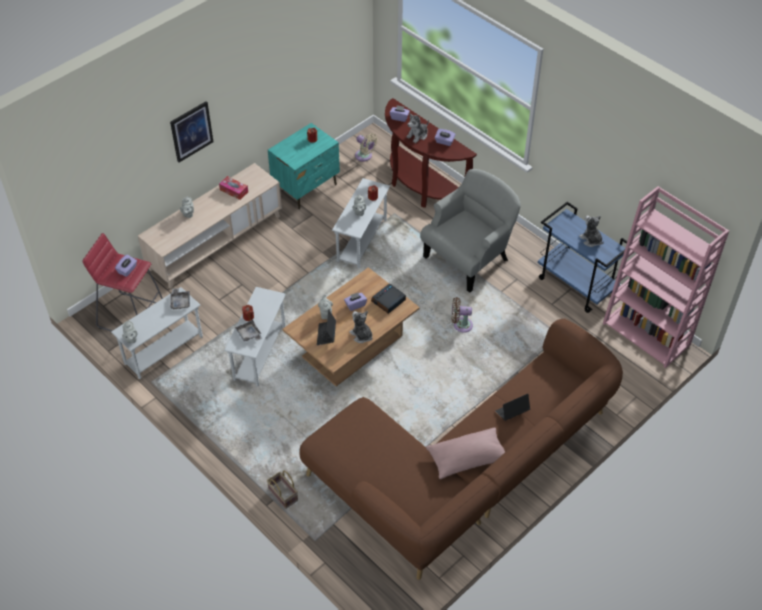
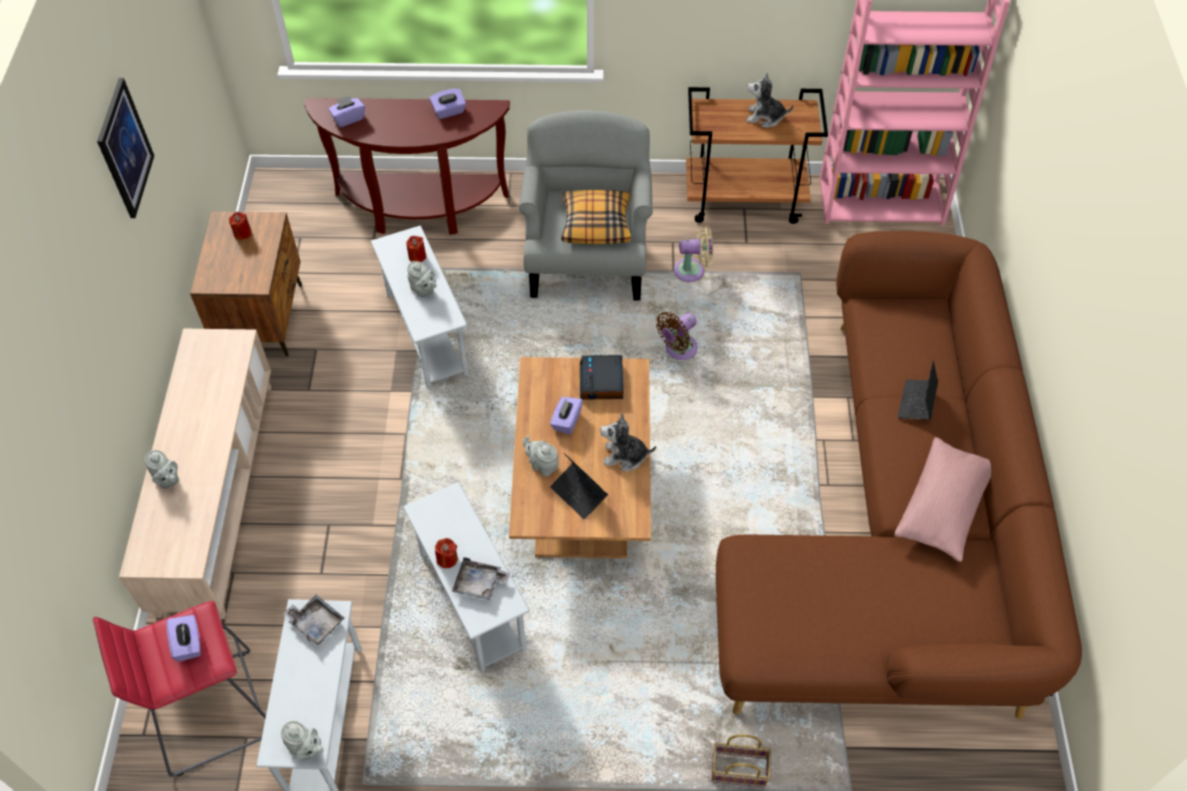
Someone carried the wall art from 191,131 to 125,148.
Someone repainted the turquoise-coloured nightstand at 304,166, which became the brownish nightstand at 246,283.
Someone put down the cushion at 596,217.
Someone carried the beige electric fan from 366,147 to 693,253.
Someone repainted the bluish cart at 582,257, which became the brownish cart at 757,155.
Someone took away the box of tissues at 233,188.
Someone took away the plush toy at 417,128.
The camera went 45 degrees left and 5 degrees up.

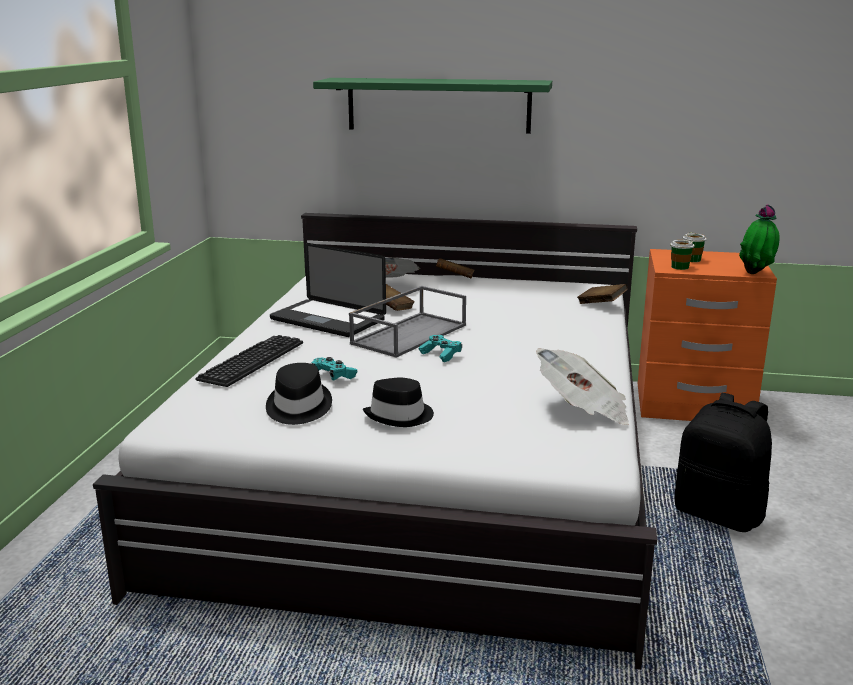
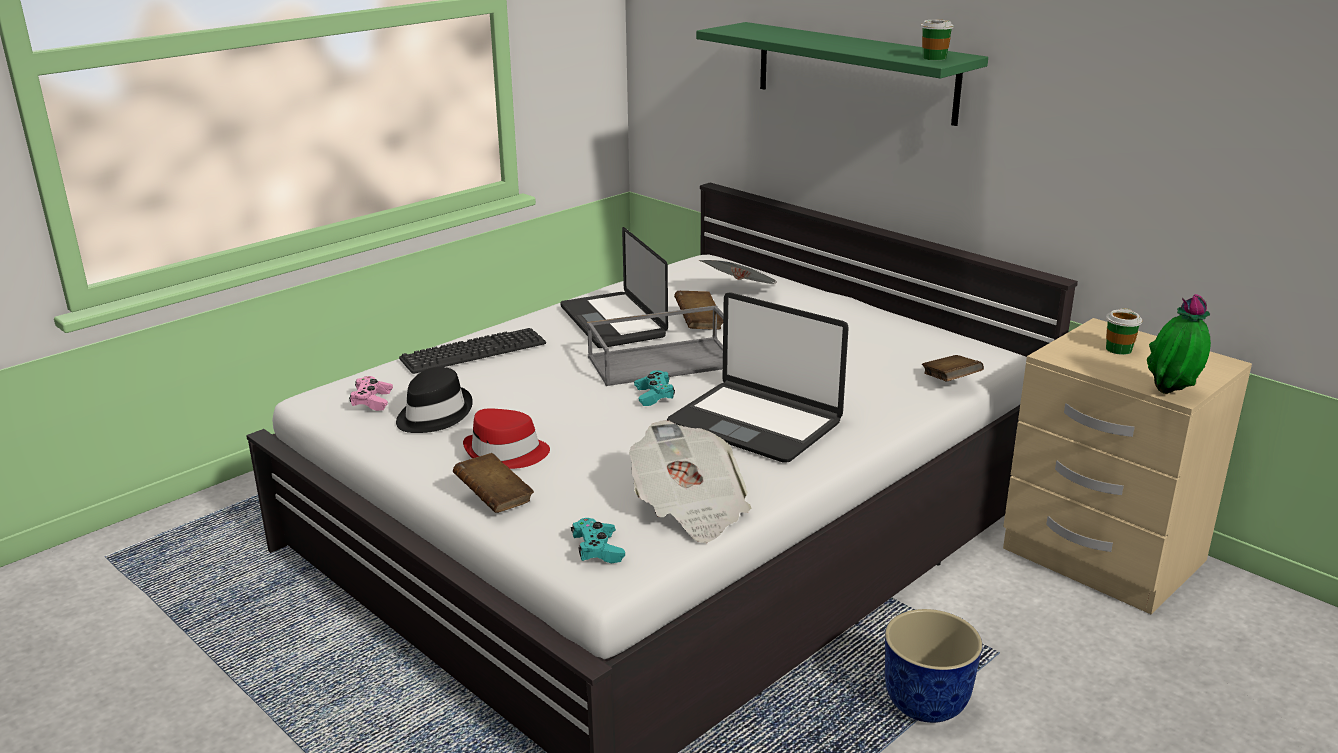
Someone put down the pink-coloured joypad at 371,393.
Someone carried the brownish volume from 455,268 to 493,483.
Someone repainted the black-coloured hat at 398,402, which became the red hat at 506,439.
Someone carried the turquoise-coloured joypad from 334,369 to 598,541.
Someone put down the laptop at 758,377.
Someone swapped the black-coloured rucksack at 723,462 for the plant pot at 933,666.
Someone carried the small cup from 682,255 to 937,40.
Someone repainted the orangey nightstand at 707,335, which became the beige nightstand at 1127,466.
The camera went 35 degrees right and 5 degrees up.

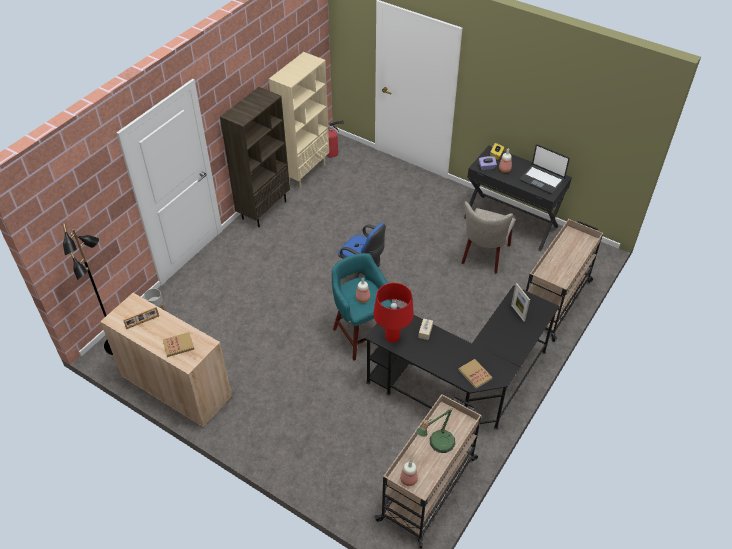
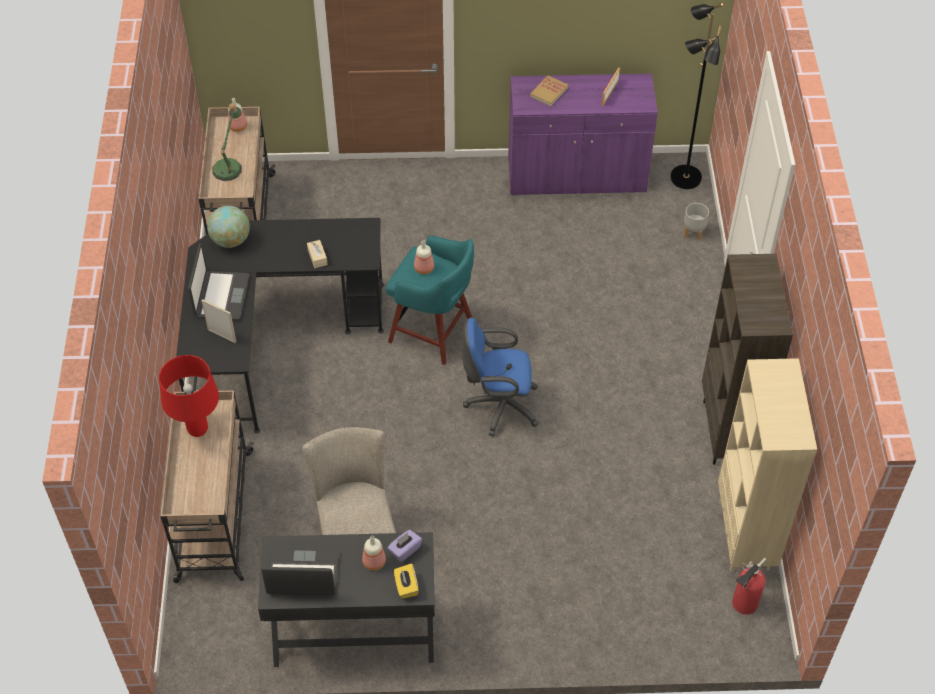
Someone carried the red lamp for a table from 394,313 to 189,396.
Someone put down the laptop at 218,282.
Someone swapped the volume at 475,374 for the globe at 228,227.
Someone repainted the beige cupboard at 166,360, which became the purplish cupboard at 583,134.
The camera went 145 degrees right and 5 degrees up.

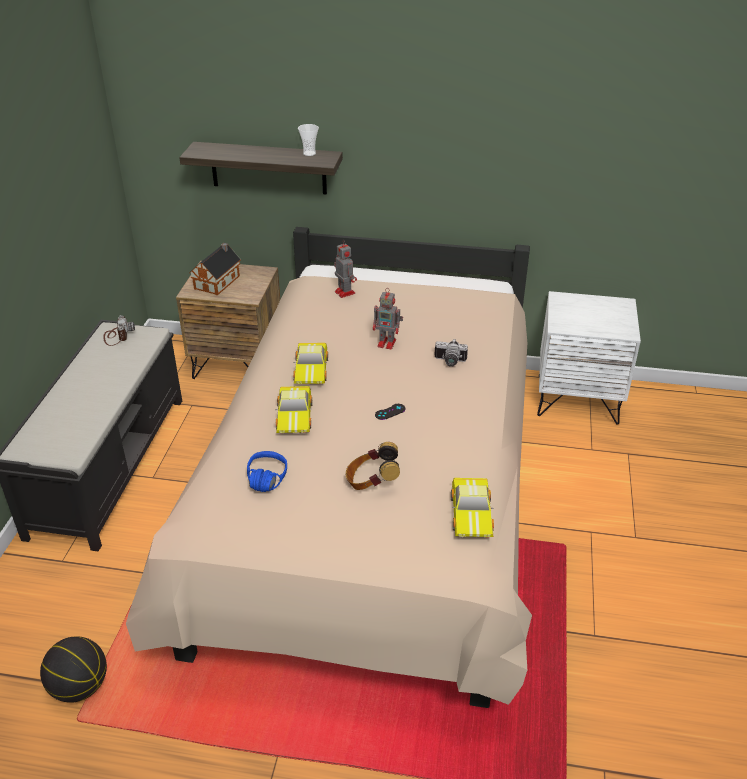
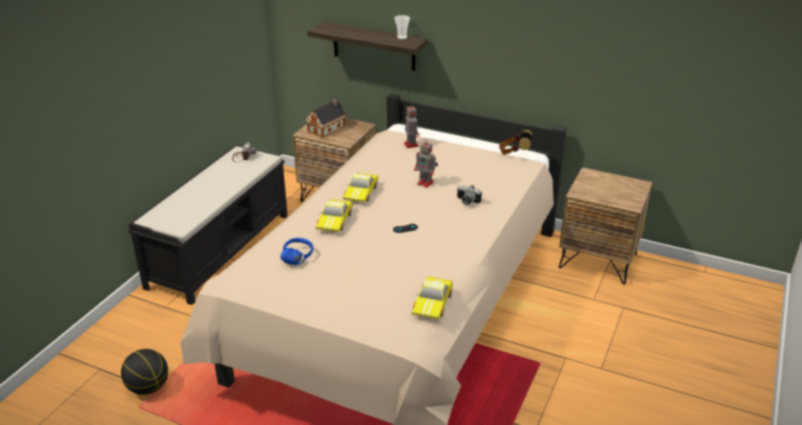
Someone carried the pair of headphones from 373,466 to 515,142.
Someone repainted the white nightstand at 589,357, which became the brownish nightstand at 606,226.
The camera went 15 degrees right and 5 degrees down.

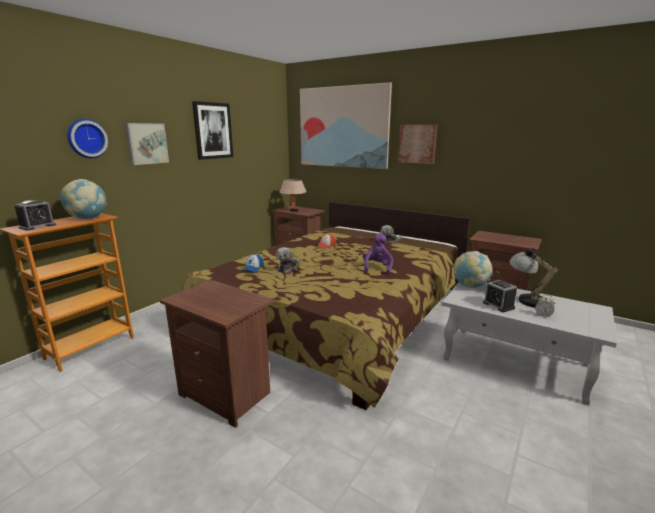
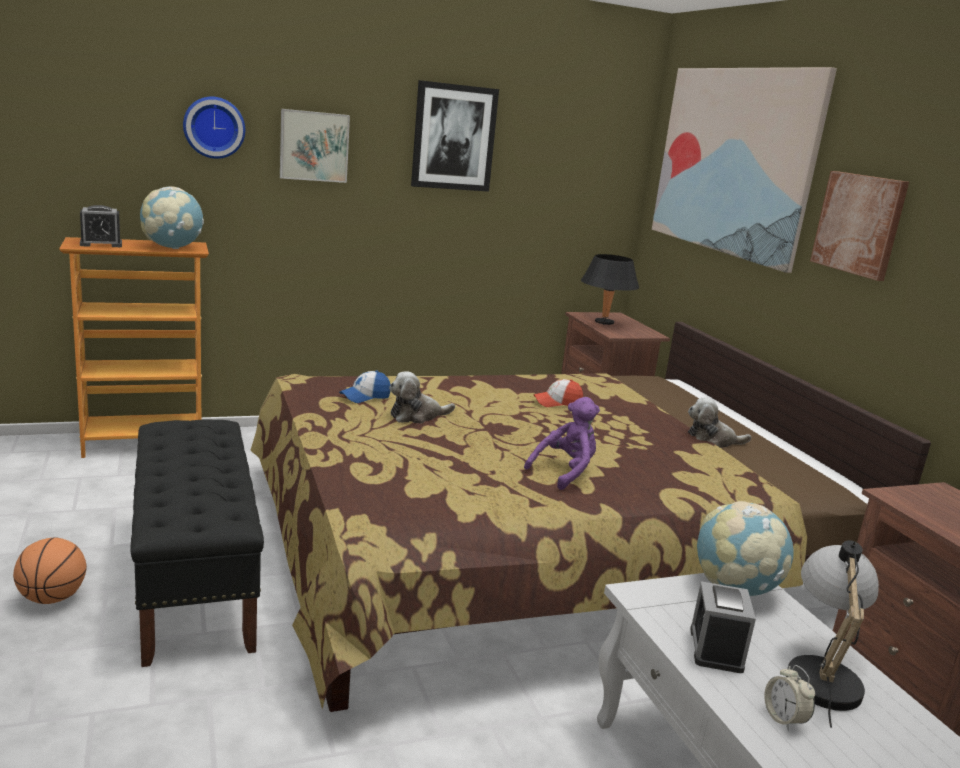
Someone put down the ball for basketball at 50,570.
Someone swapped the brownish nightstand at 217,354 for the black-coloured bench at 197,543.
Someone repainted the beige lamp for a table at 293,195, which became the black-coloured lamp for a table at 610,289.
The camera went 35 degrees right and 0 degrees up.

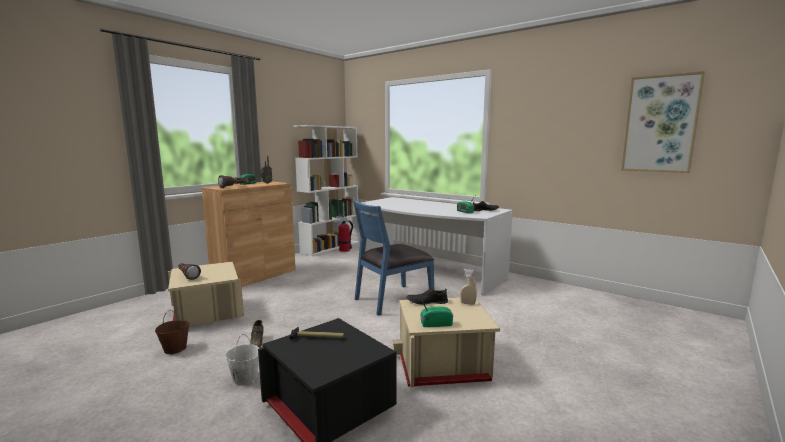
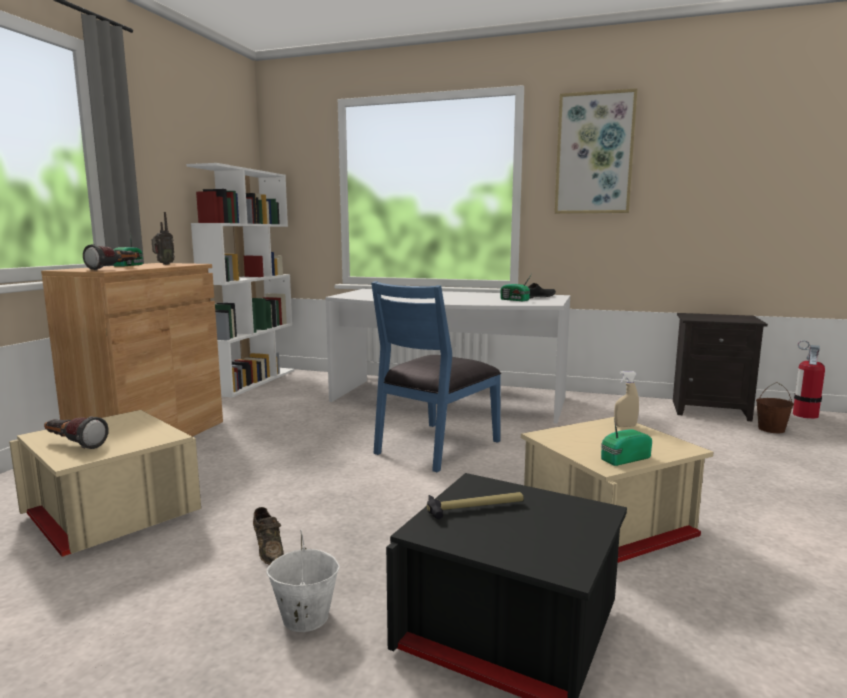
Someone carried the wall art from 663,122 to 596,151.
Someone put down the black-coloured nightstand at 720,367.
Someone carried the brownish pail from 172,332 to 775,407.
Someone carried the fire-fighting cylinder from 344,233 to 809,379.
Someone took away the black-coloured shoe at 427,296.
The camera went 20 degrees left and 0 degrees up.

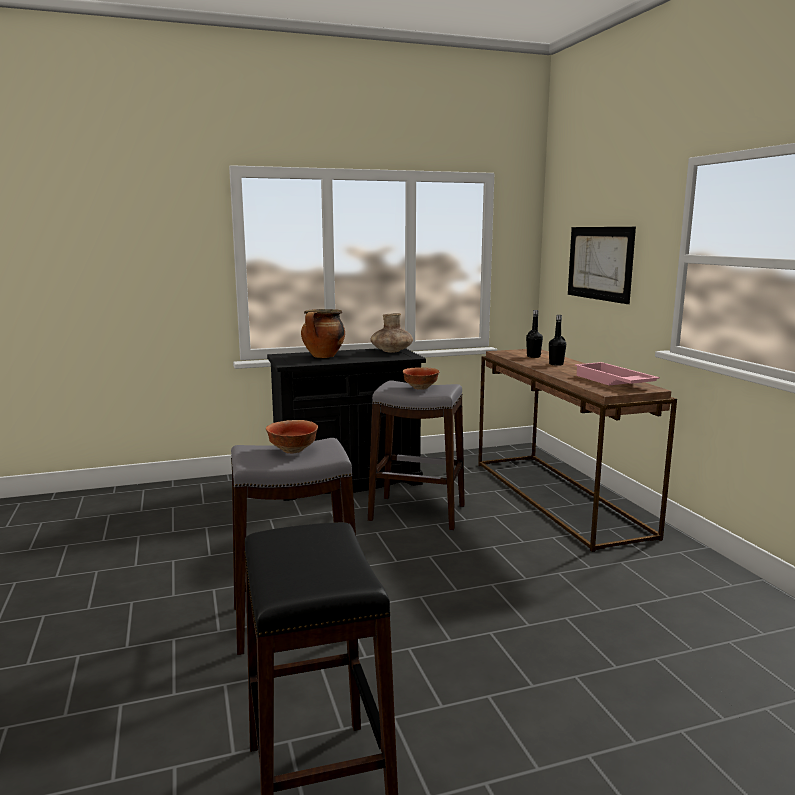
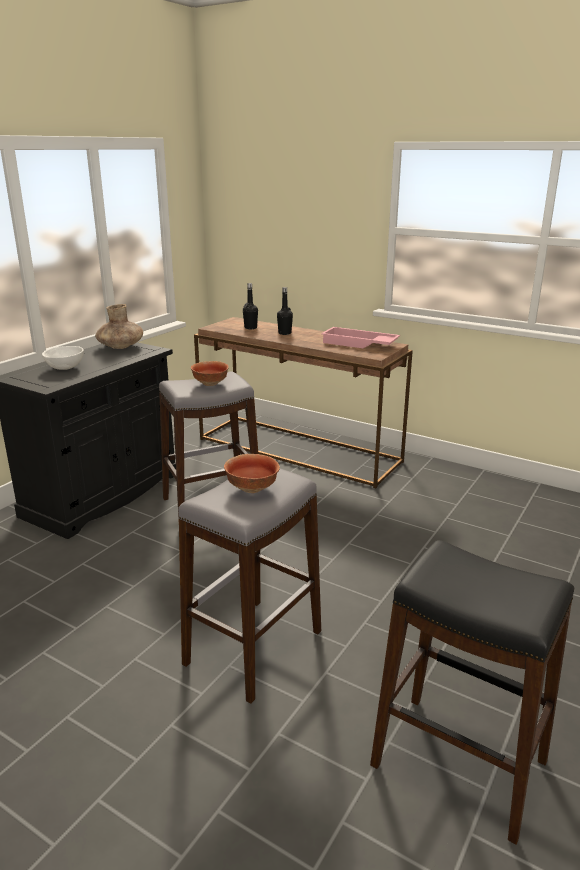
Someone swapped the stockpot at 323,333 for the white serving bowl at 63,358.
Someone took away the wall art at 602,265.
The camera went 40 degrees left and 10 degrees up.

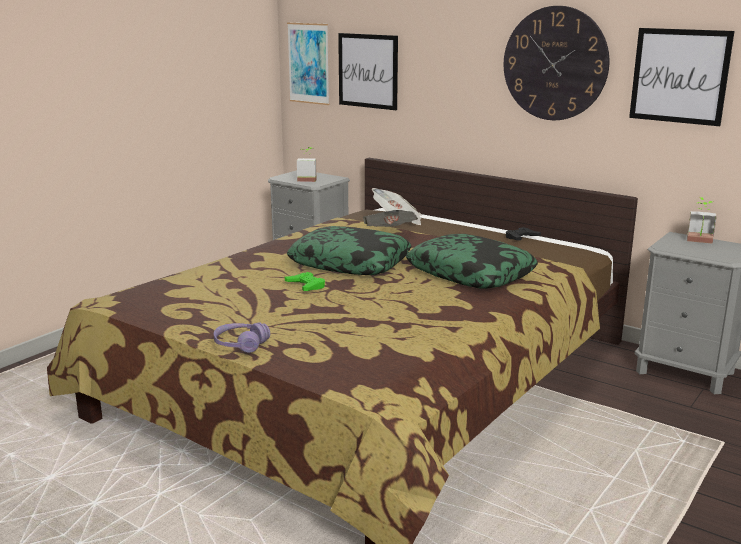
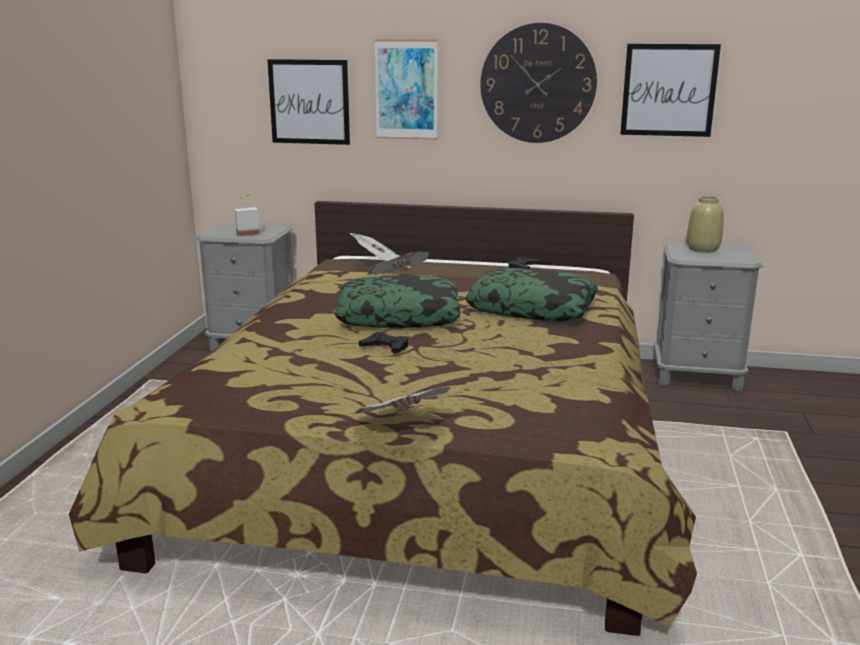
Someone swapped the purplish pair of headphones at 242,337 for the daily paper at 403,400.
Someone repainted the green-coloured joypad at 305,281, which became the black-coloured joypad at 383,342.
Someone carried the wall art from 308,63 to 405,89.
Someone swapped the plant in a pot at 702,220 for the beige flower vase at 705,224.
The camera went 25 degrees left and 0 degrees up.

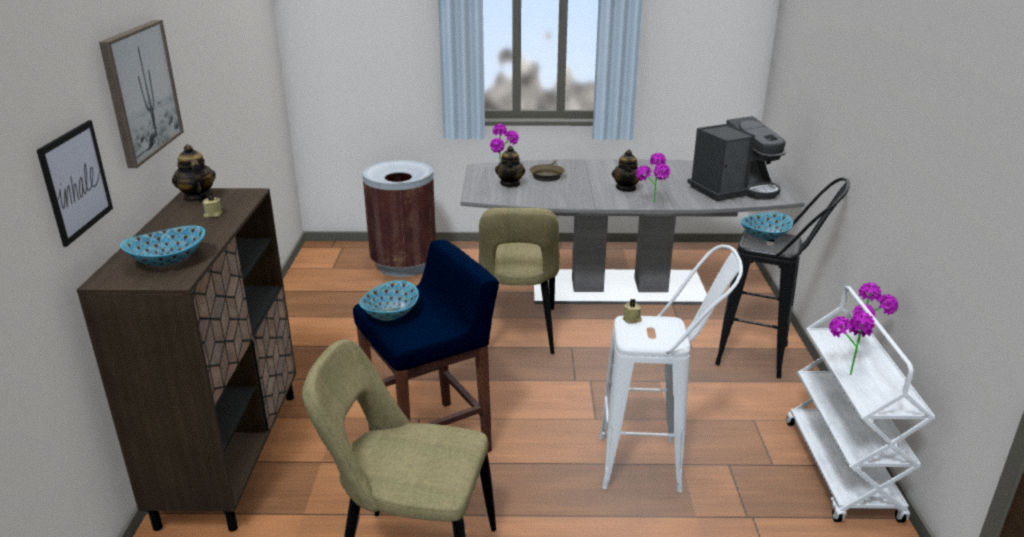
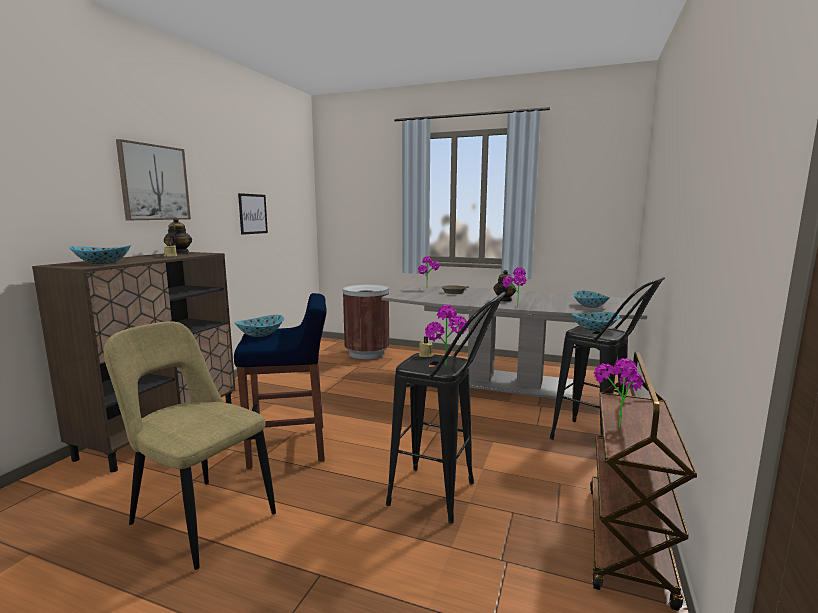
Someone carried the wall art from 75,183 to 253,214.
Someone repainted the white stool at 671,369, which became the black-coloured stool at 446,408.
Someone carried the plant in a pot from 875,311 to 446,335.
Someone swapped the coffee brewer at 736,158 for the serving bowl at 591,299.
Someone repainted the white cart at 861,404, which became the brownish cart at 643,481.
Someone took away the beige upright chair at 519,281.
Someone took away the pot for tea at 510,166.
The camera went 20 degrees right and 15 degrees down.

